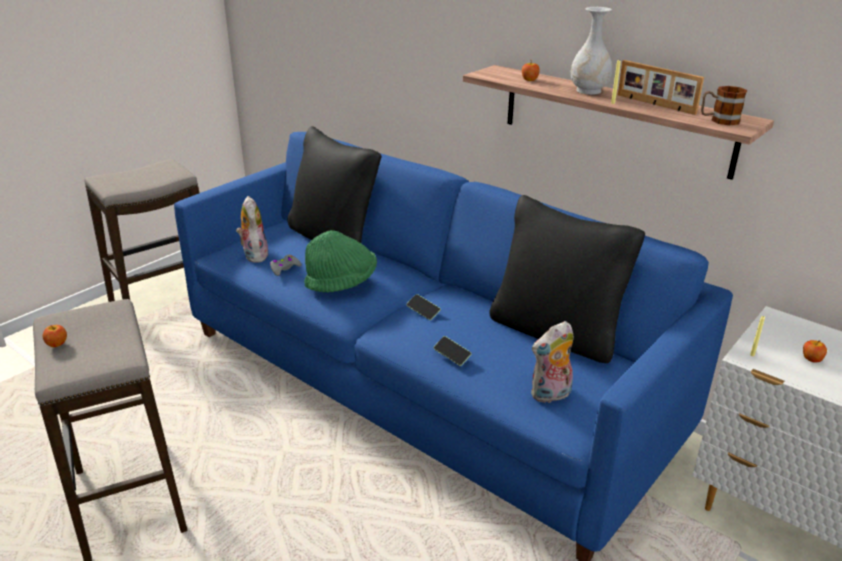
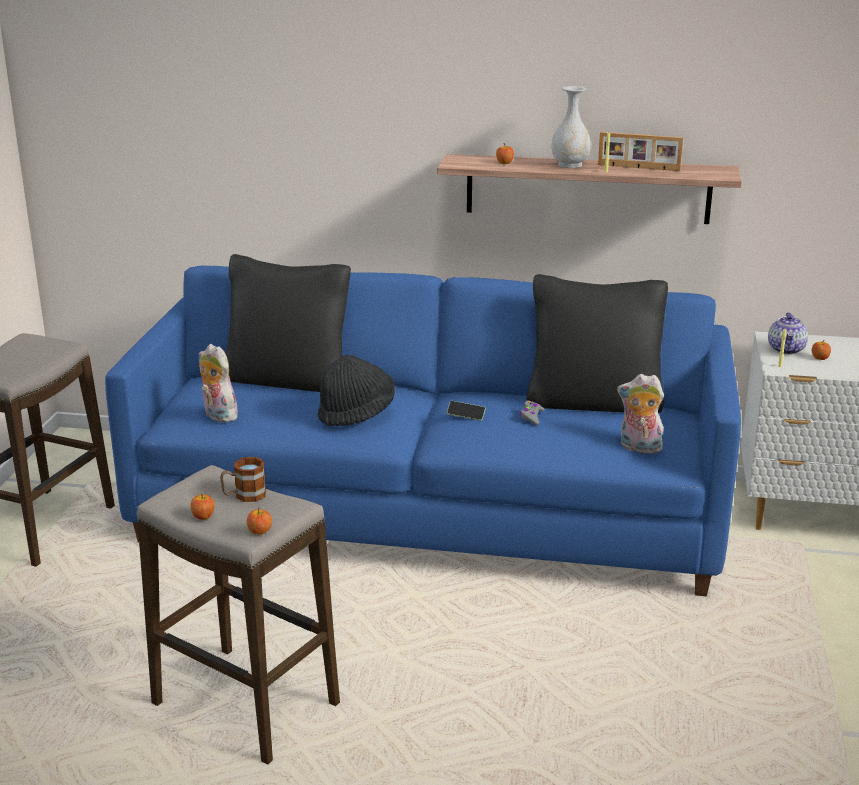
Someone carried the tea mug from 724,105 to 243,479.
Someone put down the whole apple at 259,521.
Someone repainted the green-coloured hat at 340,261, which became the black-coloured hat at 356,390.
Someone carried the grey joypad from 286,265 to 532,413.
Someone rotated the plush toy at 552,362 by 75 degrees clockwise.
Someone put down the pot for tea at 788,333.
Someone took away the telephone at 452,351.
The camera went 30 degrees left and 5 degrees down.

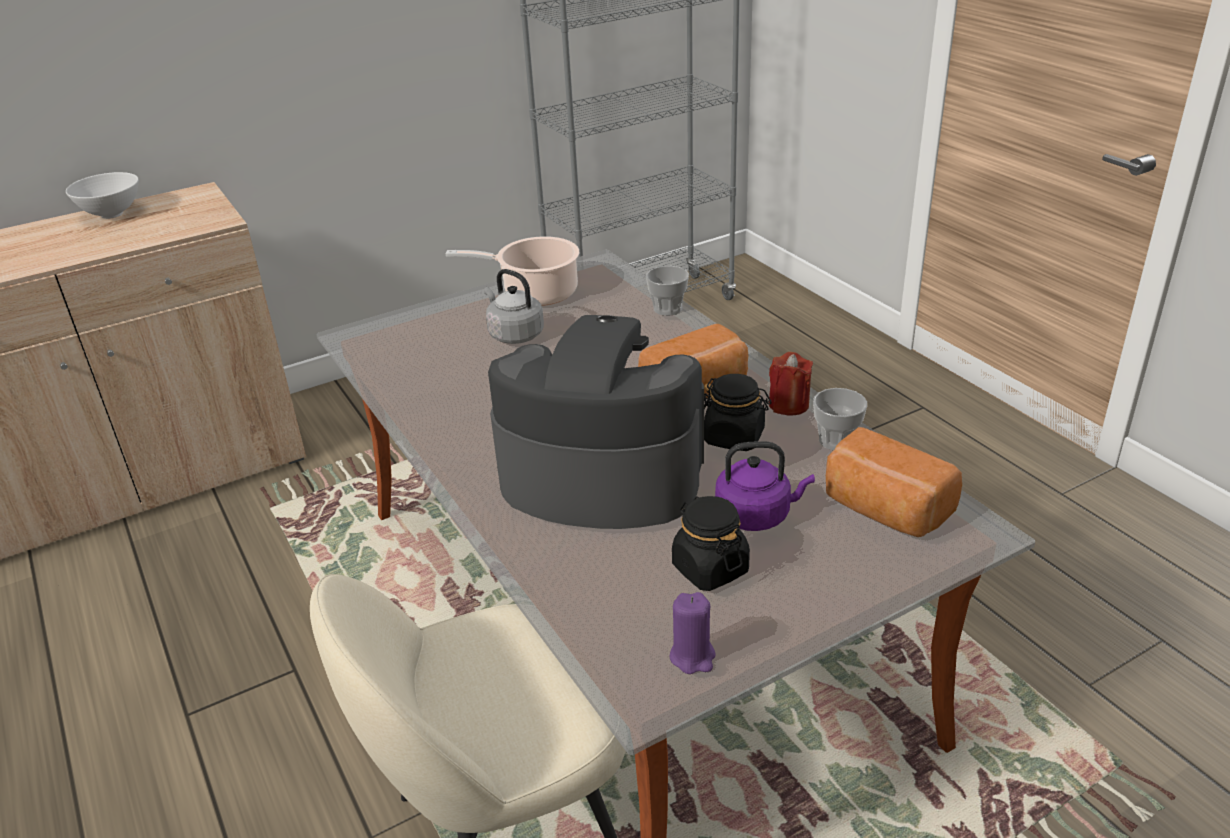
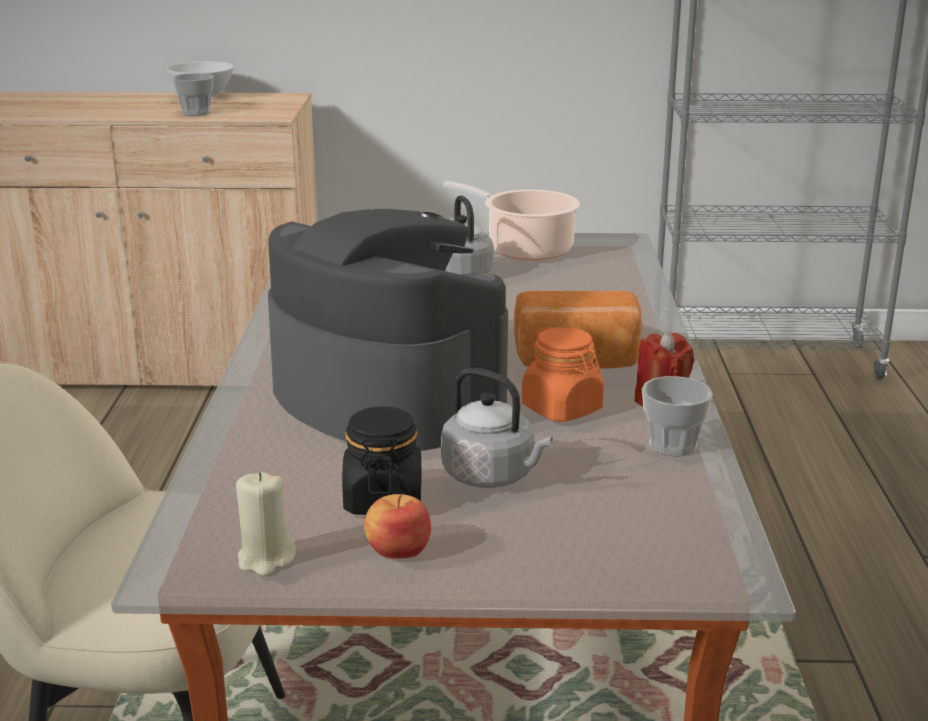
Someone carried the small cup from 667,291 to 193,94.
Someone repainted the purplish wax light at 693,633, which became the beige wax light at 266,524.
Someone put down the whole apple at 397,526.
Someone repainted the purplish tea kettle at 765,486, which became the grey tea kettle at 497,428.
Someone repainted the black-coloured storage jar at 738,412, which became the orangey storage jar at 563,374.
Someone took away the bakery bread at 894,482.
The camera went 30 degrees right and 10 degrees down.

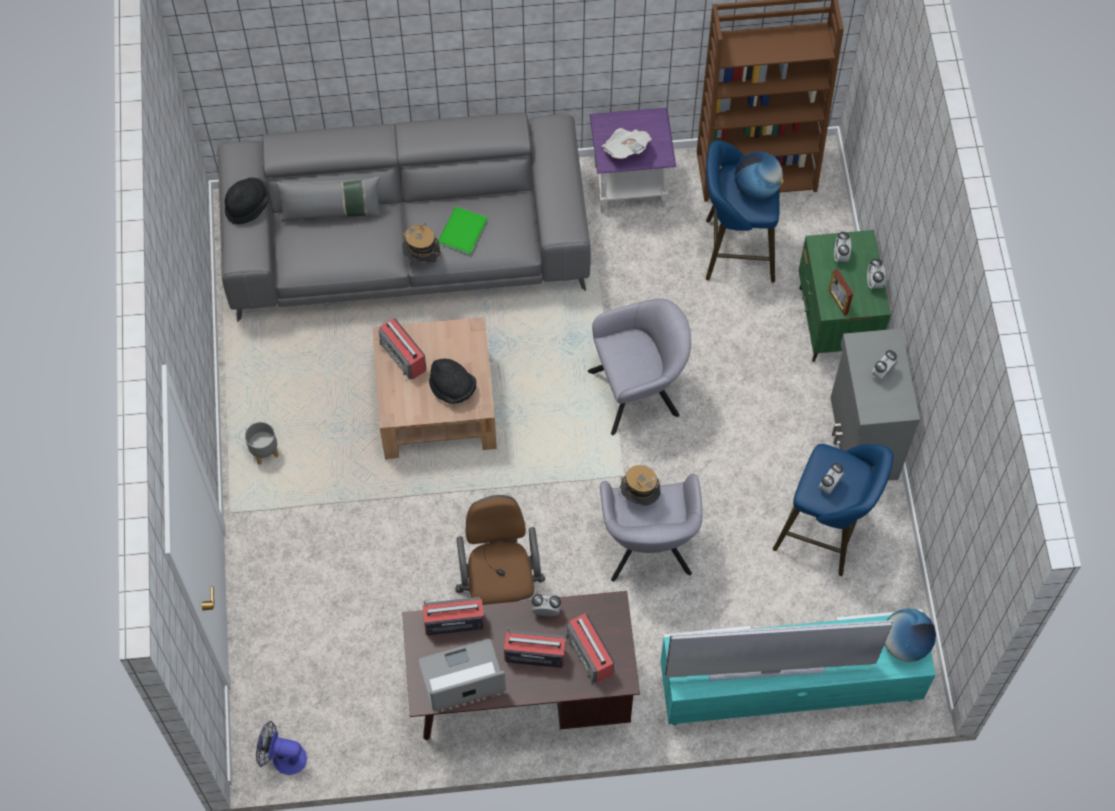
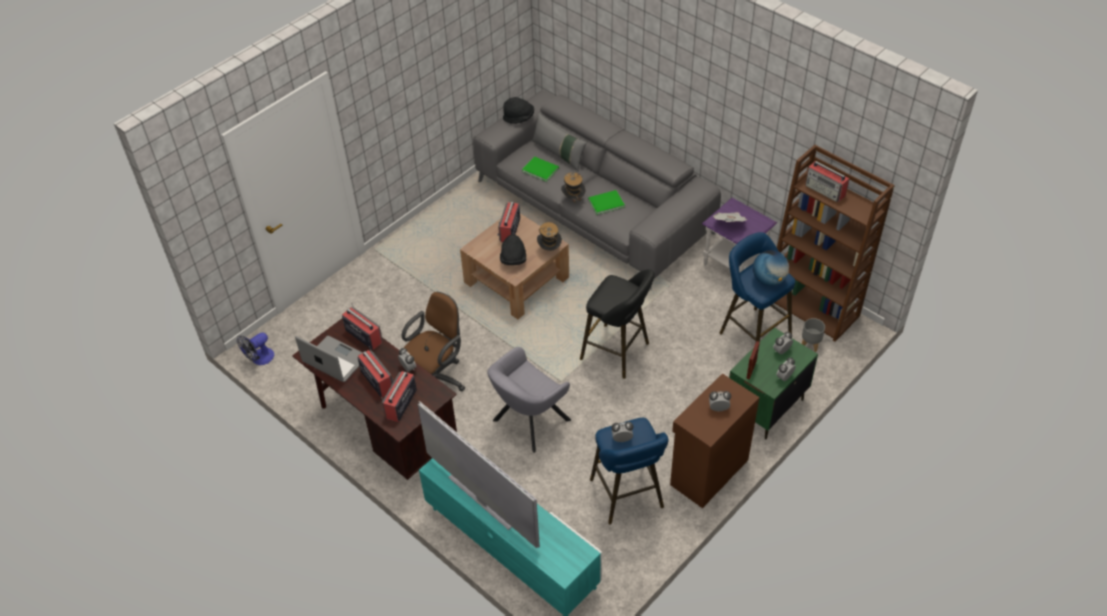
Someone rotated the electric fan at 281,748 by 105 degrees counterclockwise.
Someone put down the green-coloured volume at 540,169.
Someone carried the hat from 640,485 to 549,236.
Someone swapped the grey easy chair at 639,366 for the black-coloured stool at 617,324.
Someone repainted the grey cupboard at 875,404, which became the brownish cupboard at 715,440.
Someone carried the grey plant pot from 262,443 to 813,335.
Someone put down the radio receiver at 827,181.
Someone took away the globe at 910,635.
The camera went 50 degrees right and 15 degrees down.

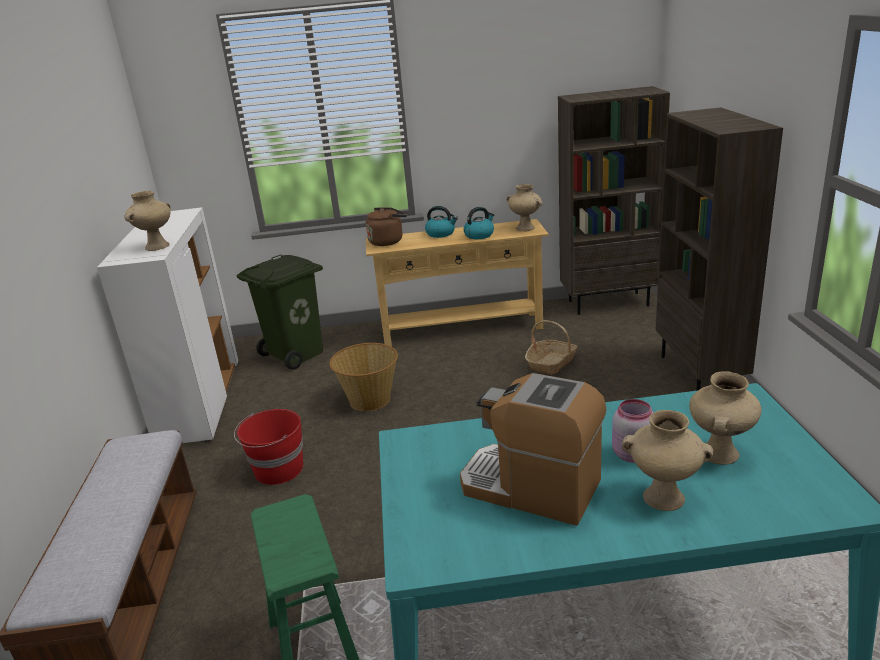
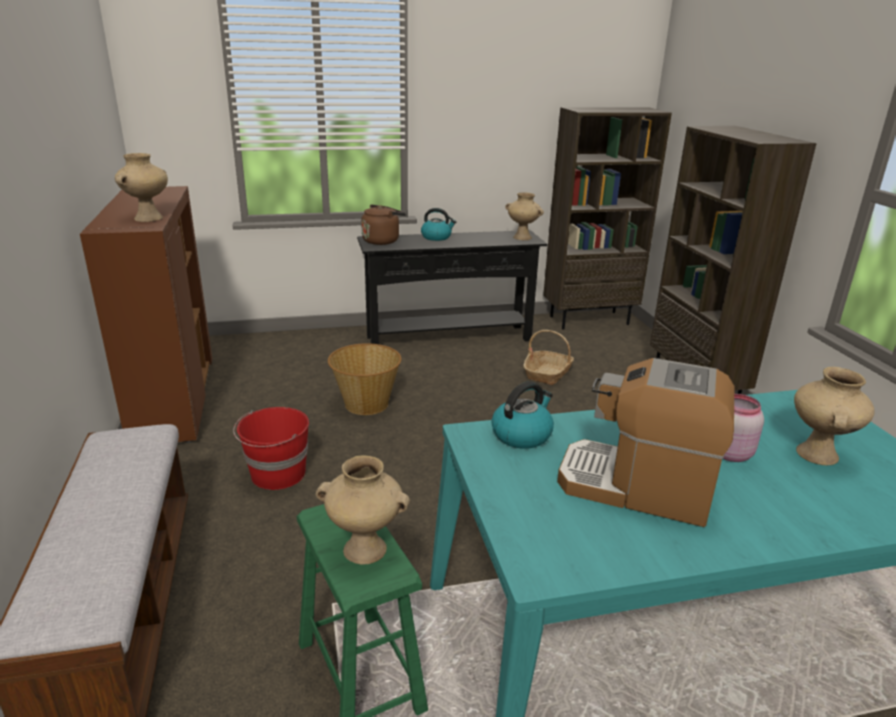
Someone repainted the white cupboard at 167,325, which became the brownish cupboard at 146,314.
Someone carried the beige flower vase from 667,460 to 363,510.
Someone repainted the beige narrow table at 457,283, which became the black-coloured narrow table at 452,287.
Someone carried the tea kettle from 479,223 to 522,415.
Someone took away the green-coloured rubbish bin at 280,312.
The camera went 10 degrees left and 0 degrees up.

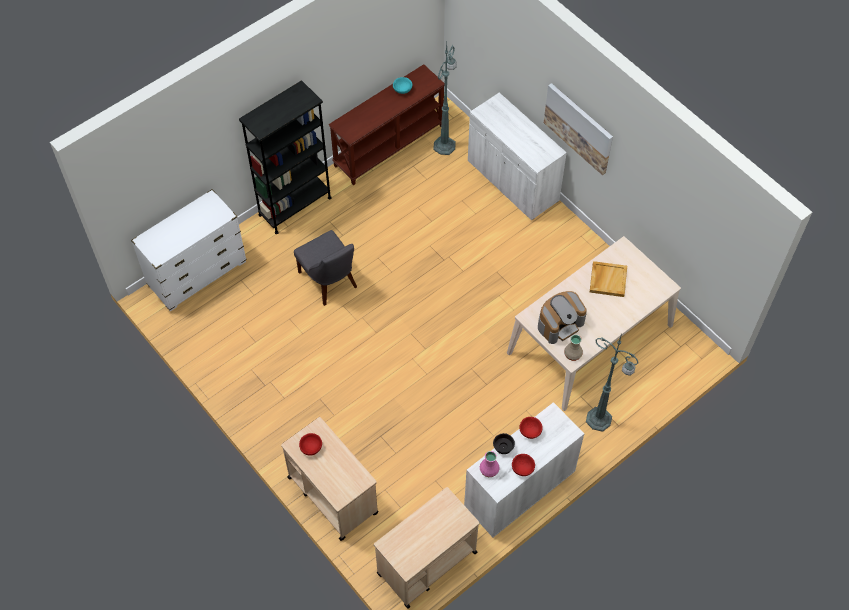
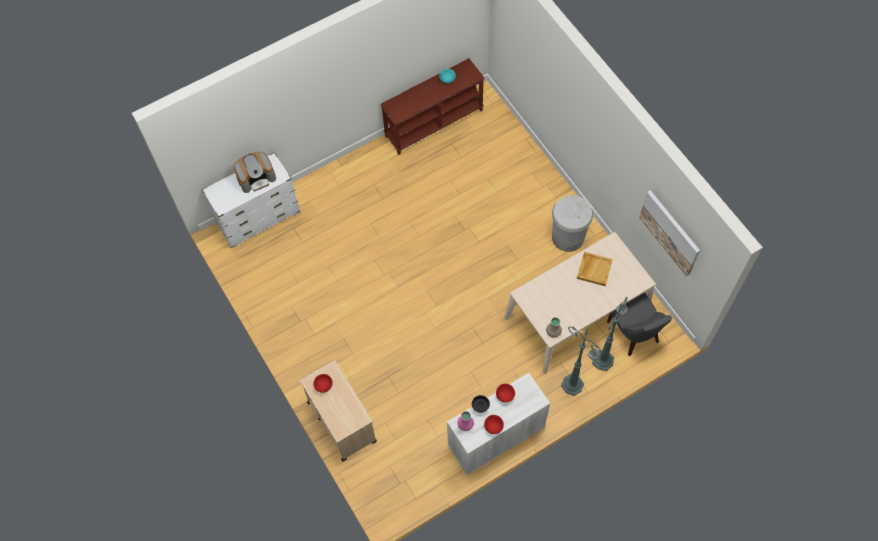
Someone carried the coffee brewer from 562,317 to 255,172.
Someone put down the white rubbish bin at 572,223.
Someone carried the green-coloured floor lamp from 445,99 to 610,334.
Someone carried the grey upright chair from 325,268 to 639,324.
Someone carried the wall art from 578,129 to 669,233.
Someone took away the black-coloured bookcase at 285,157.
Someone took away the beige cart at 427,548.
Someone took away the white cupboard at 517,156.
The camera went 10 degrees right and 5 degrees up.

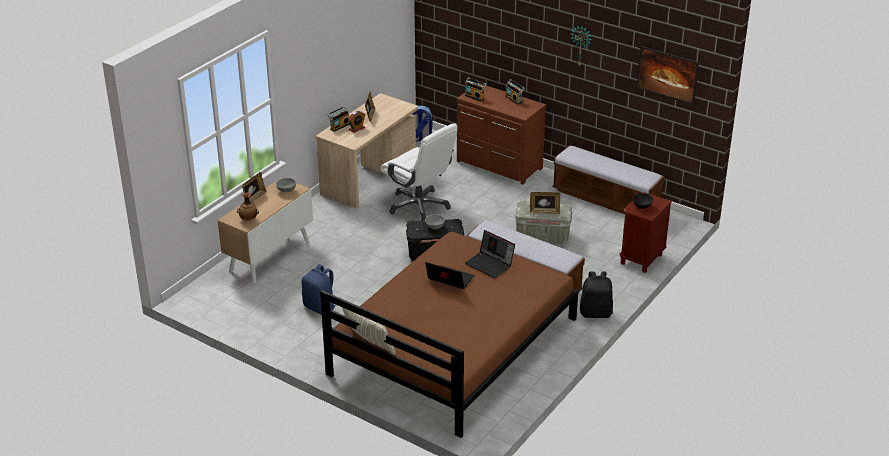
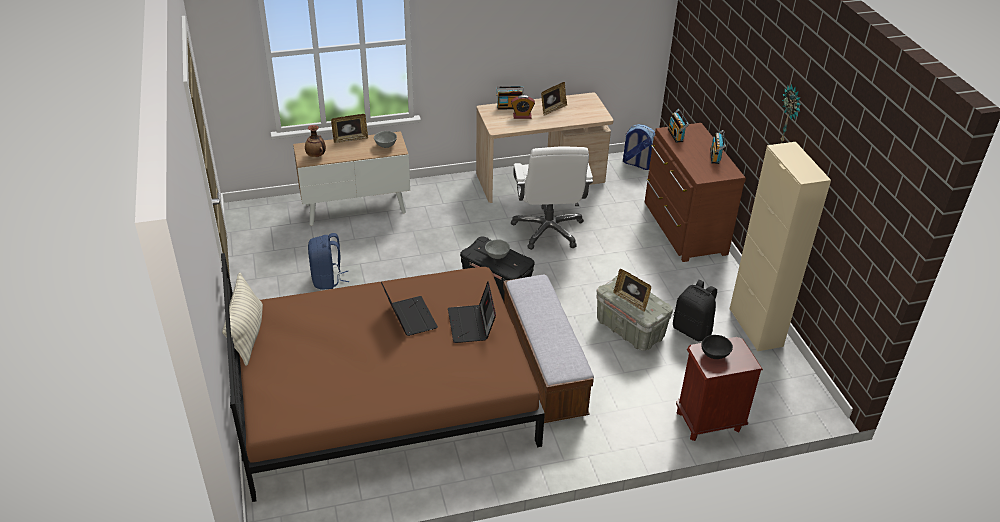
Someone carried the black-coloured rucksack from 596,294 to 695,310.
Someone swapped the bench at 608,179 for the beige cupboard at 780,246.
Someone took away the wall art at 668,75.
The camera went 40 degrees right and 5 degrees up.

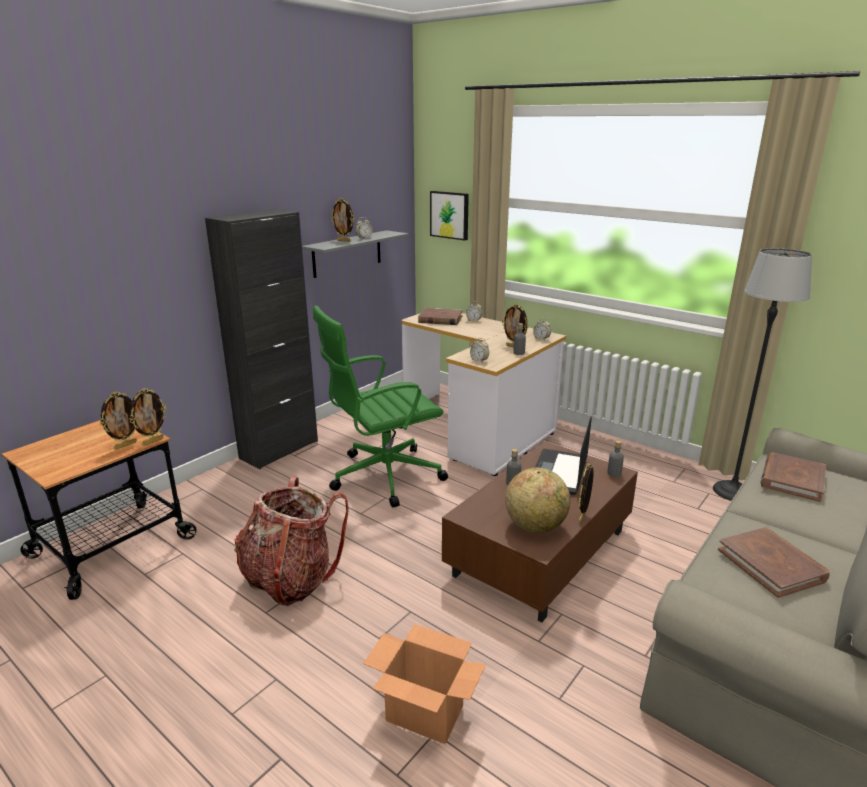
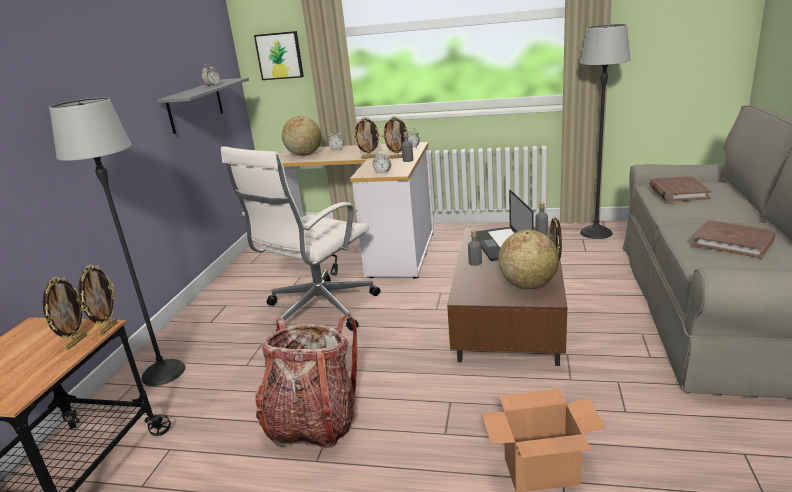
Someone put down the floor lamp at 117,241.
Someone repainted the green-coloured computer chair at 380,406, which became the white computer chair at 301,238.
Someone swapped the brownish volume at 440,316 for the globe at 302,136.
Someone carried the photo frame from 342,220 to 367,138.
Someone took away the black-coloured cupboard at 261,339.
The camera went 25 degrees left and 0 degrees up.

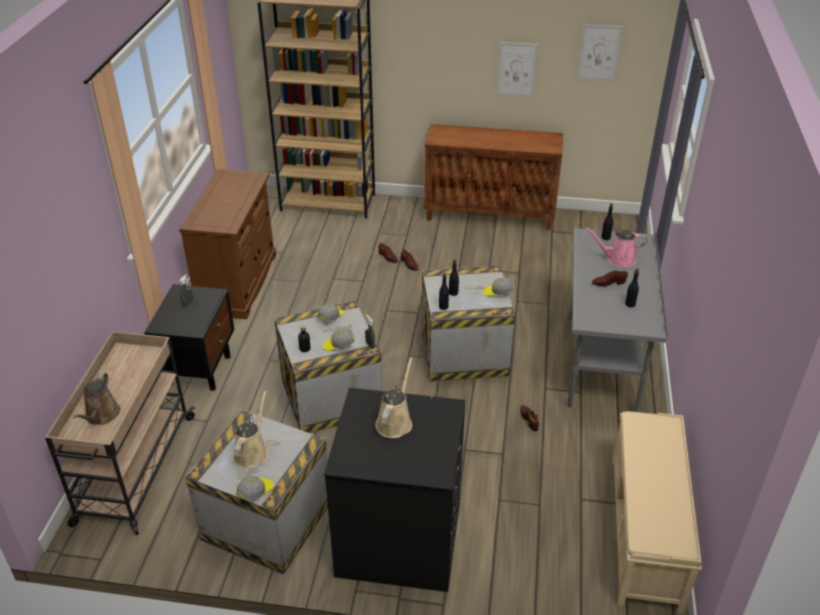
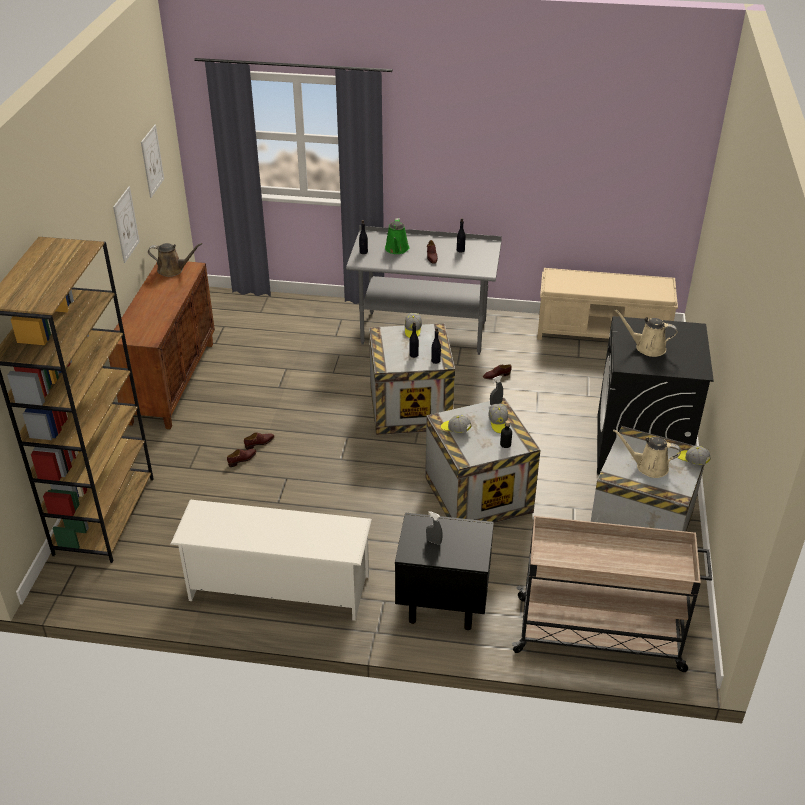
Someone carried the brownish sprinkling can from 97,399 to 175,260.
Someone swapped the brownish cupboard at 227,244 for the white shoe rack at 271,560.
Someone repainted the pink-coloured sprinkling can at 616,247, which became the green-coloured sprinkling can at 397,236.
The camera went 90 degrees left and 0 degrees up.

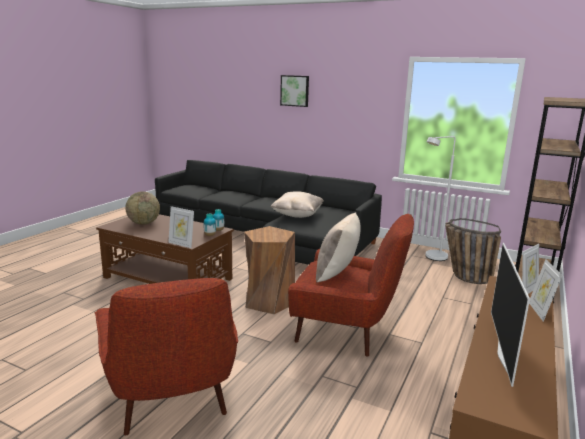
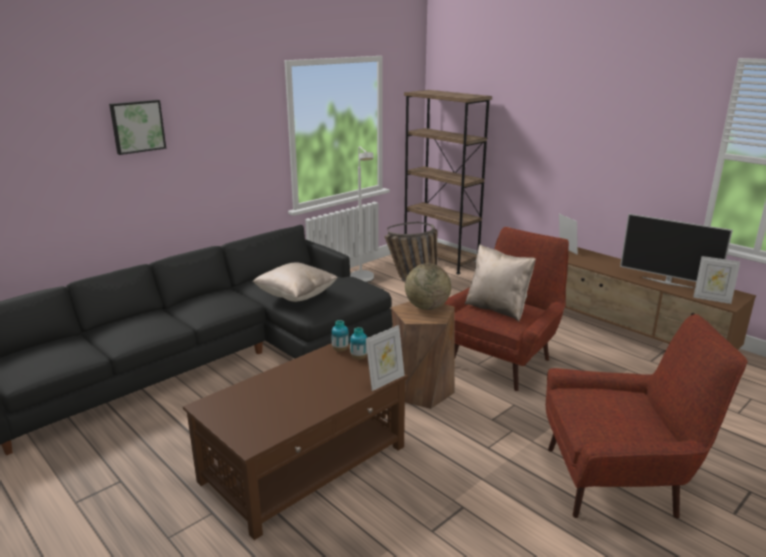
Someone carried the globe from 142,208 to 428,286.
Someone carried the photo frame from 545,290 to 716,280.
The camera went 70 degrees left and 5 degrees up.

